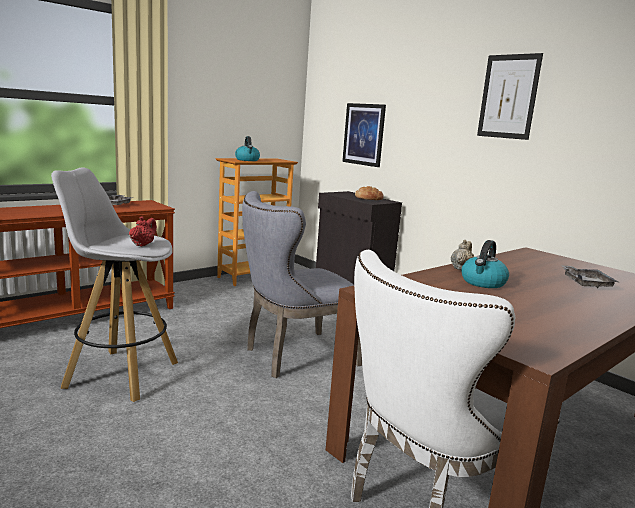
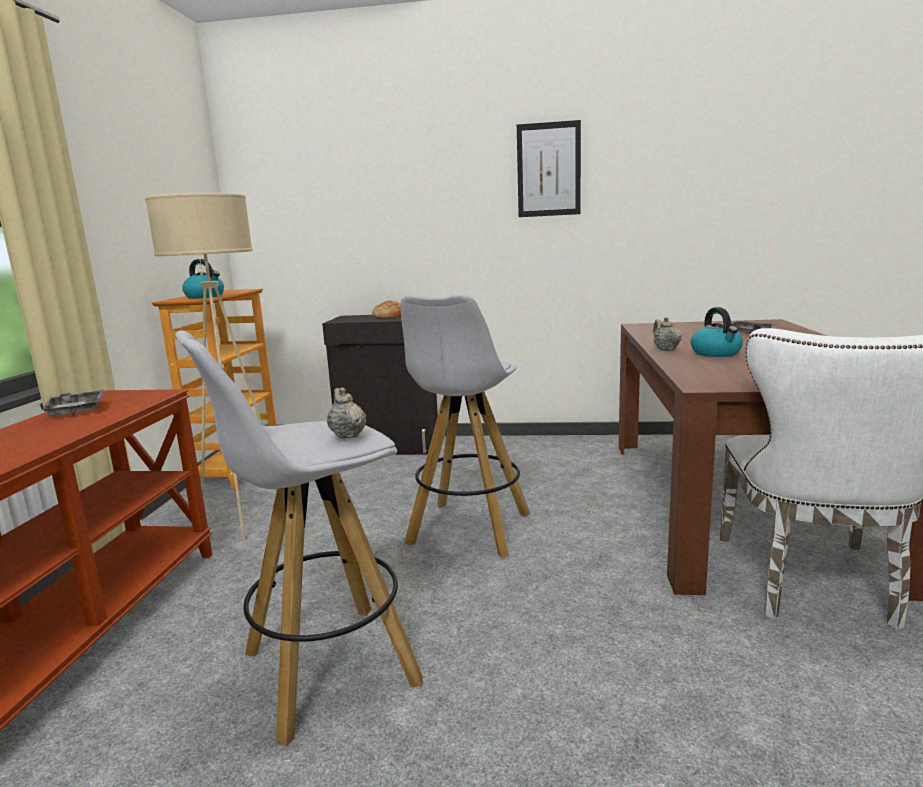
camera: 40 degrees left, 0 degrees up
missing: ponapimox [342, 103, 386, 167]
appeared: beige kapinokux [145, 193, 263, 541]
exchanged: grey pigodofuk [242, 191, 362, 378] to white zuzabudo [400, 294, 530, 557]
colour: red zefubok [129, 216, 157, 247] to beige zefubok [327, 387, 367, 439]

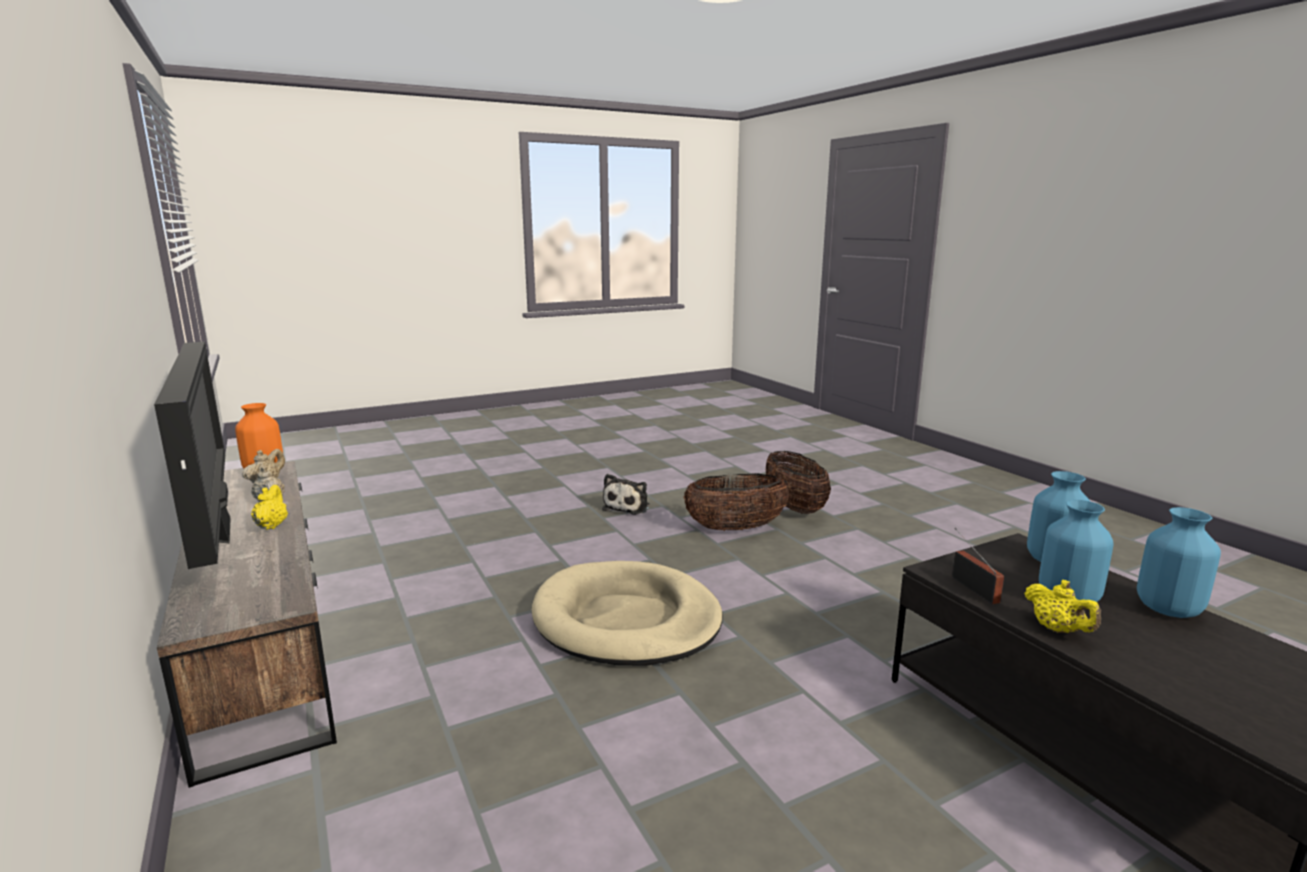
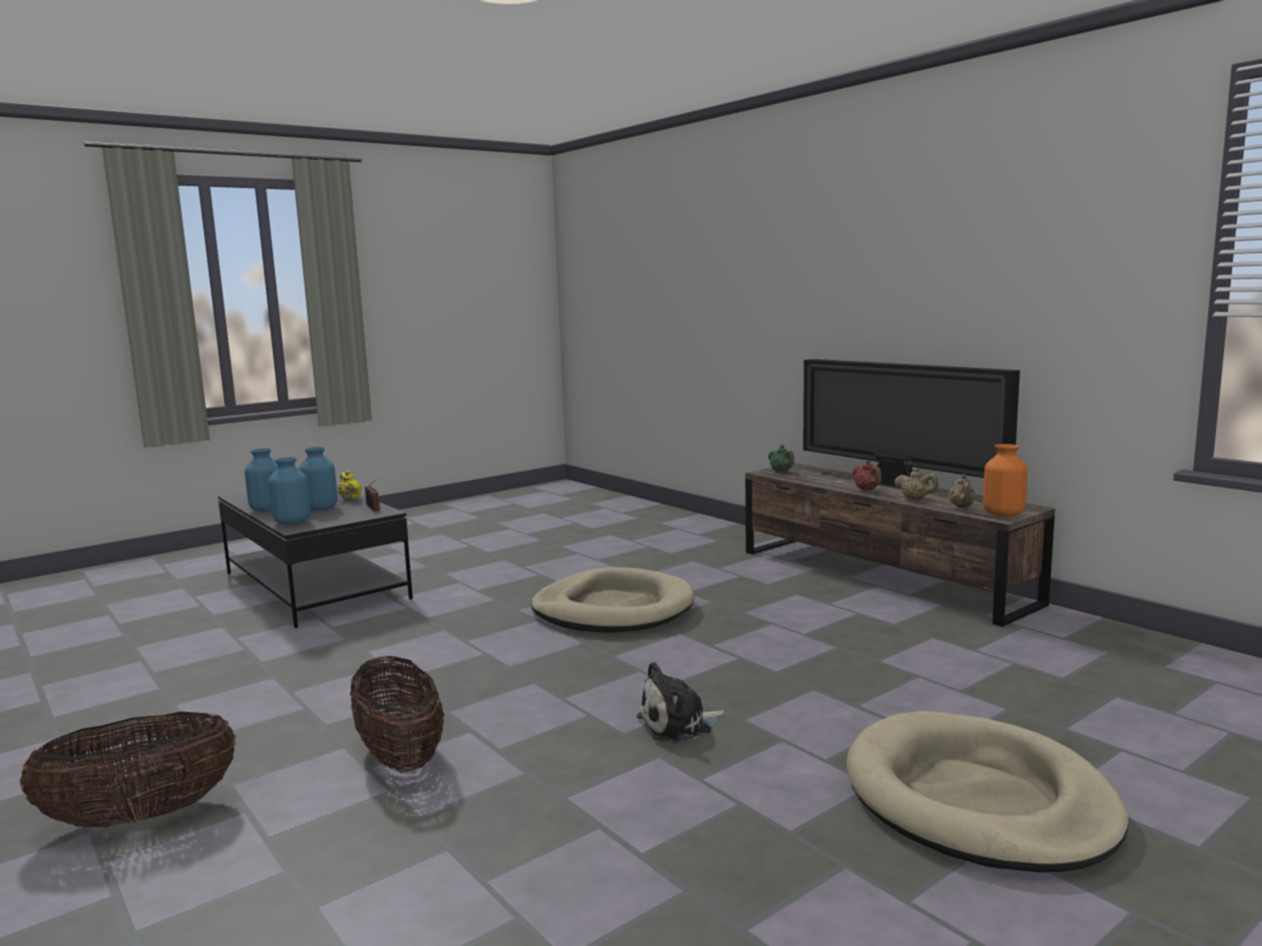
camera: 170 degrees right, 5 degrees down
appeared: green zefubok [768, 445, 794, 472]; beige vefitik [847, 711, 1129, 872]
relocated: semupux [683, 473, 789, 531] to [20, 712, 236, 827]
colour: yellow zefubok [251, 485, 288, 530] to red zefubok [853, 460, 882, 490]
spun: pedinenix [602, 474, 650, 515] = [637, 662, 725, 743] 120 degrees counterclockwise

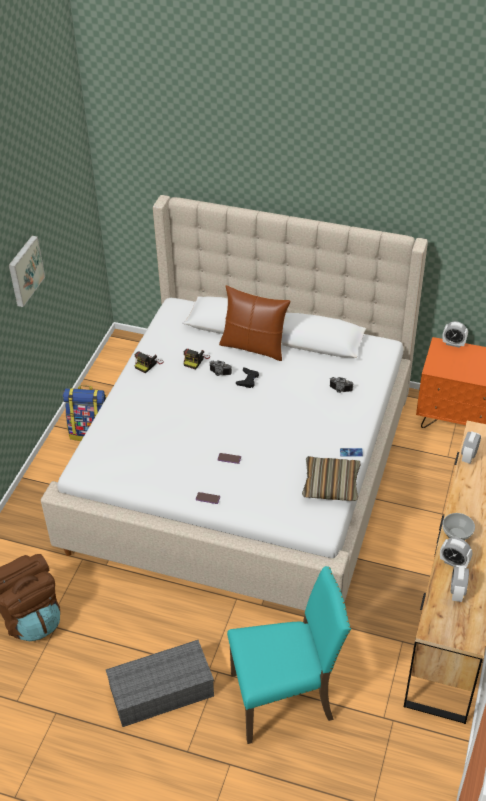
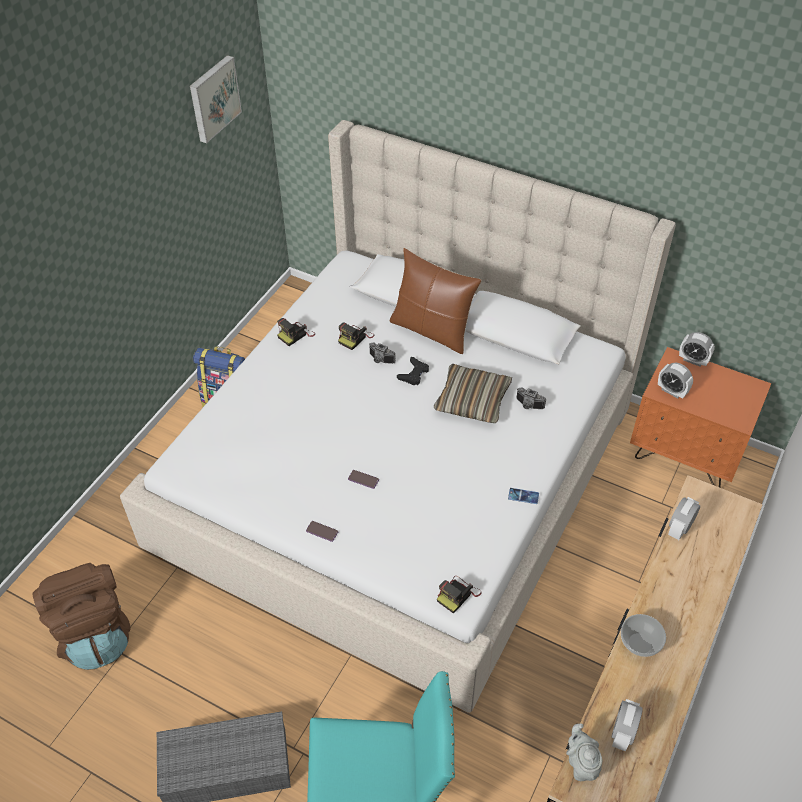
camera: 10 degrees right, 5 degrees up
appeared: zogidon [437, 576, 482, 613]; grey zefubok [566, 723, 602, 781]
relocated: ponapimox [9, 236, 45, 307] to [190, 55, 242, 143]; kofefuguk [302, 456, 361, 501] to [434, 364, 512, 423]; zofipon [440, 537, 473, 568] to [658, 363, 693, 398]

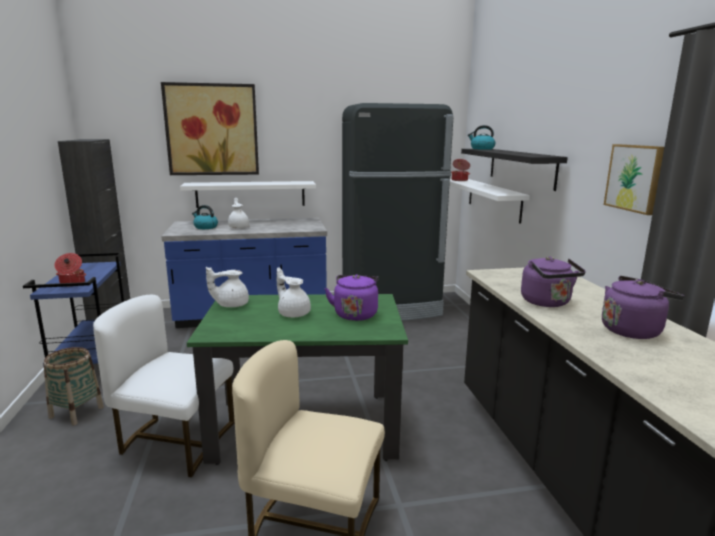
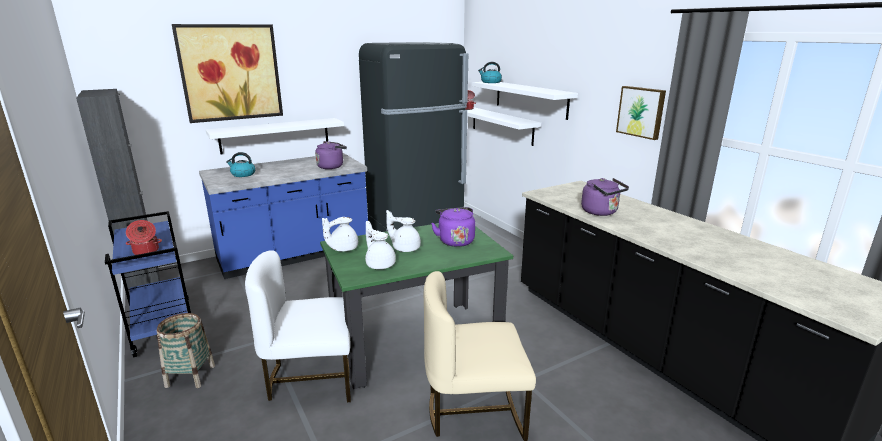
camera: 20 degrees left, 5 degrees up
relocated: white zefubok [228, 198, 249, 228] to [365, 221, 396, 269]; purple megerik [602, 276, 684, 339] to [315, 141, 347, 169]
colour: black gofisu [461, 149, 568, 191] to white gofisu [472, 82, 578, 120]

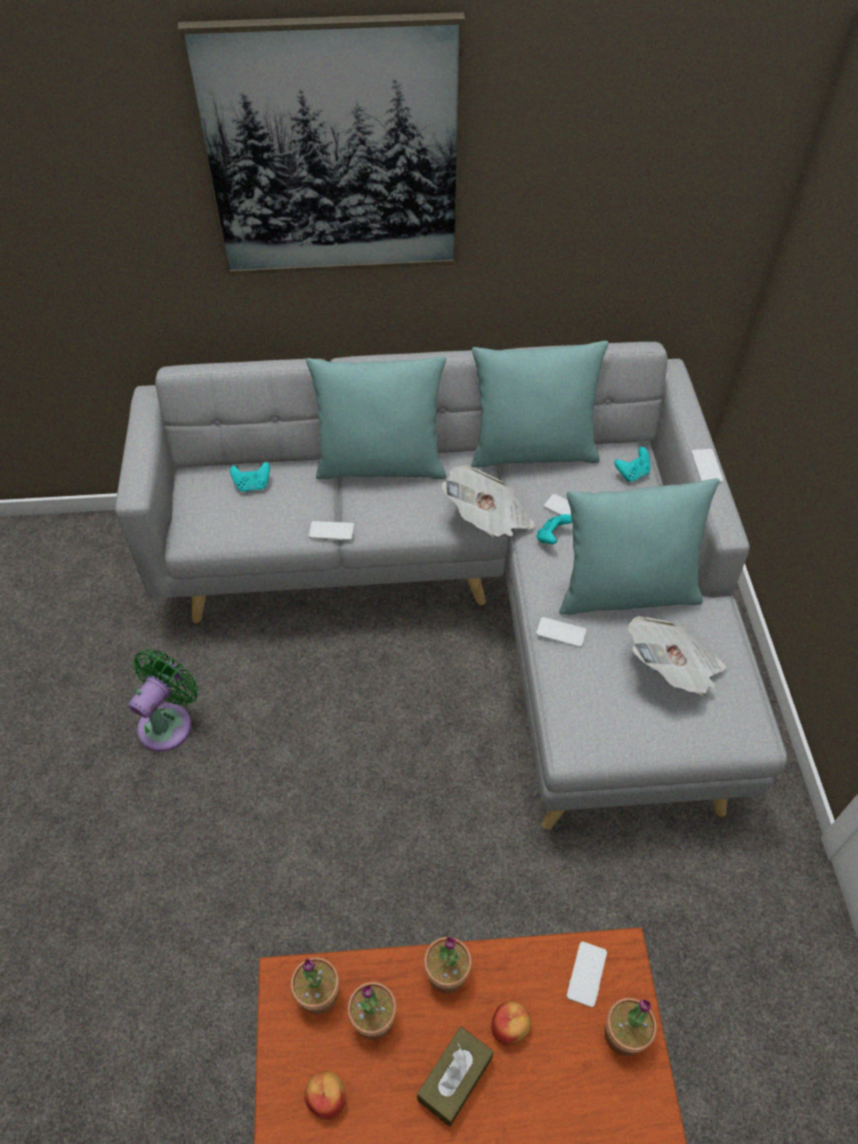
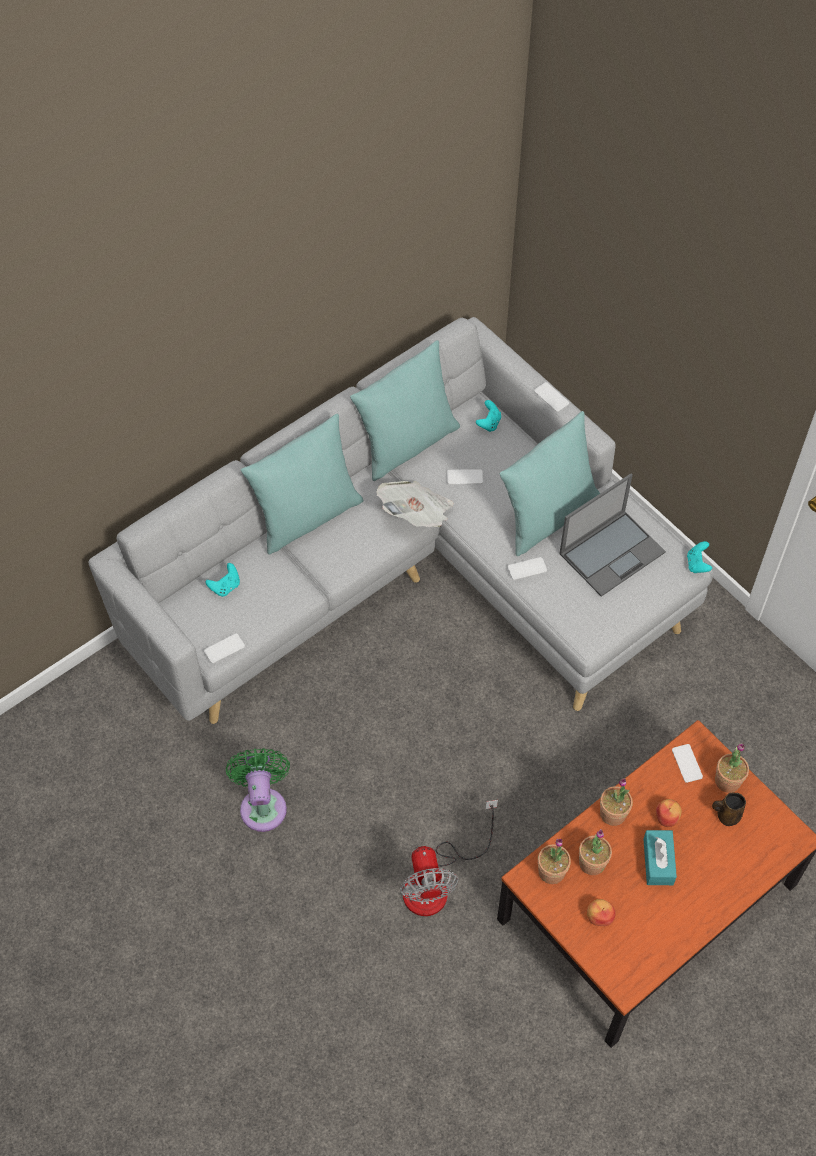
camera: 35 degrees left, 5 degrees up
missing: ponapimox [177, 12, 465, 275]
appeared: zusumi [400, 800, 498, 916]; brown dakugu [712, 793, 746, 826]
relocated: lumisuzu [309, 521, 354, 540] to [204, 634, 245, 664]; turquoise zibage [536, 514, 572, 544] to [687, 541, 712, 573]
exchanged: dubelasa [628, 616, 726, 695] to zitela [559, 474, 666, 597]
colour: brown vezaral [417, 1027, 494, 1126] to turquoise vezaral [643, 830, 677, 885]

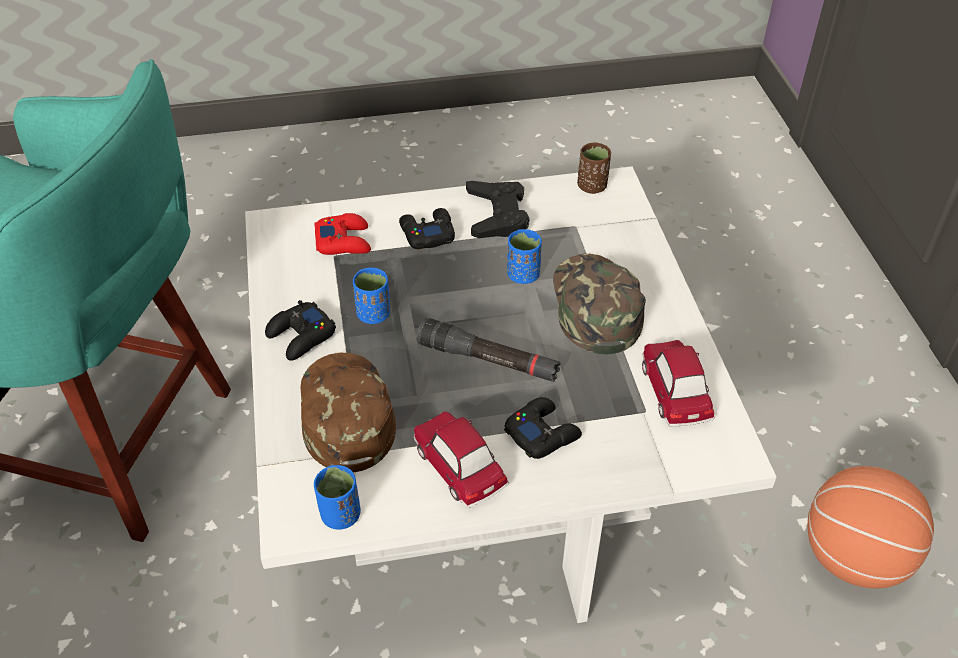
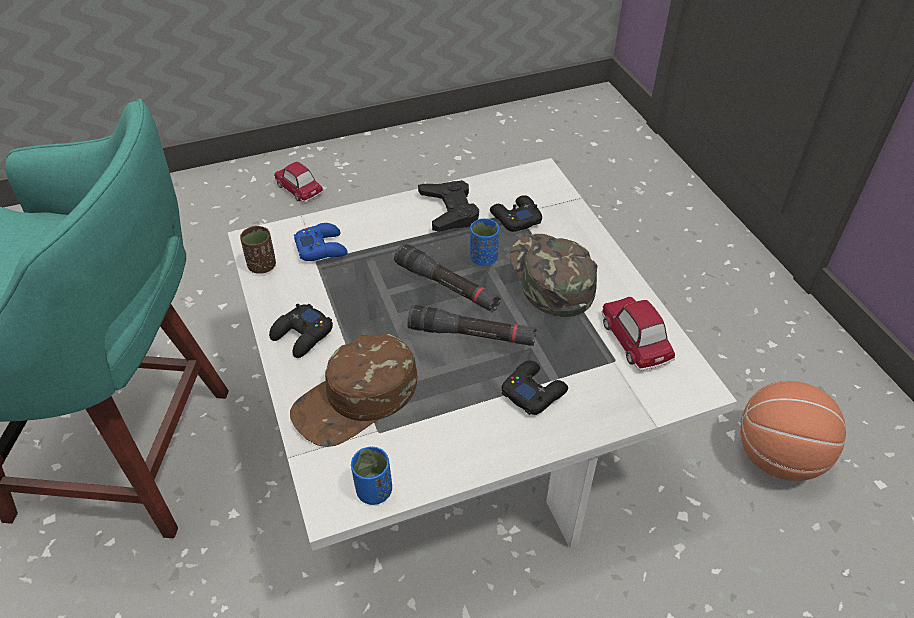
camera: 10 degrees left, 0 degrees up
missing: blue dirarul [353, 268, 390, 324]
appeared: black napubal [394, 243, 501, 312]
relocated: black zibage [399, 208, 455, 250] to [490, 195, 542, 232]; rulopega [414, 411, 509, 508] to [274, 162, 324, 202]; brown dirarul [577, 143, 611, 194] to [240, 226, 276, 274]
colour: red zibage [314, 213, 371, 255] to blue zibage [294, 223, 348, 261]
spun: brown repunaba [301, 352, 396, 472] = [290, 334, 417, 447] 105 degrees counterclockwise

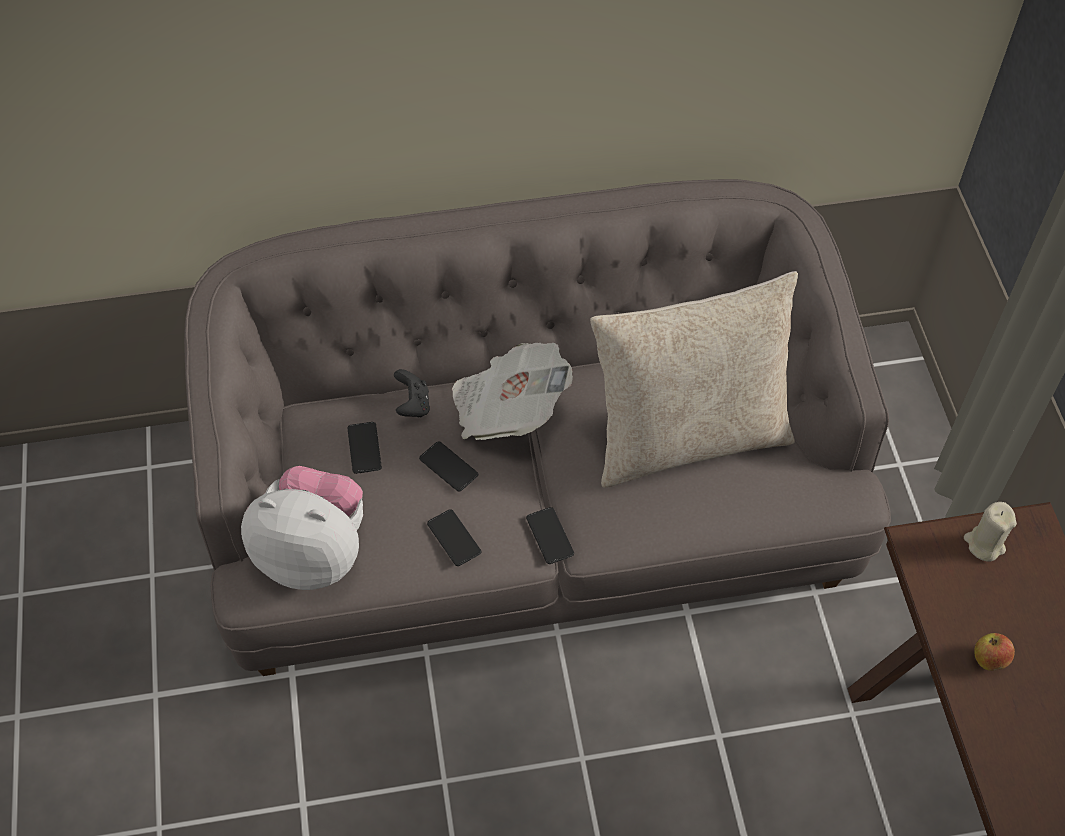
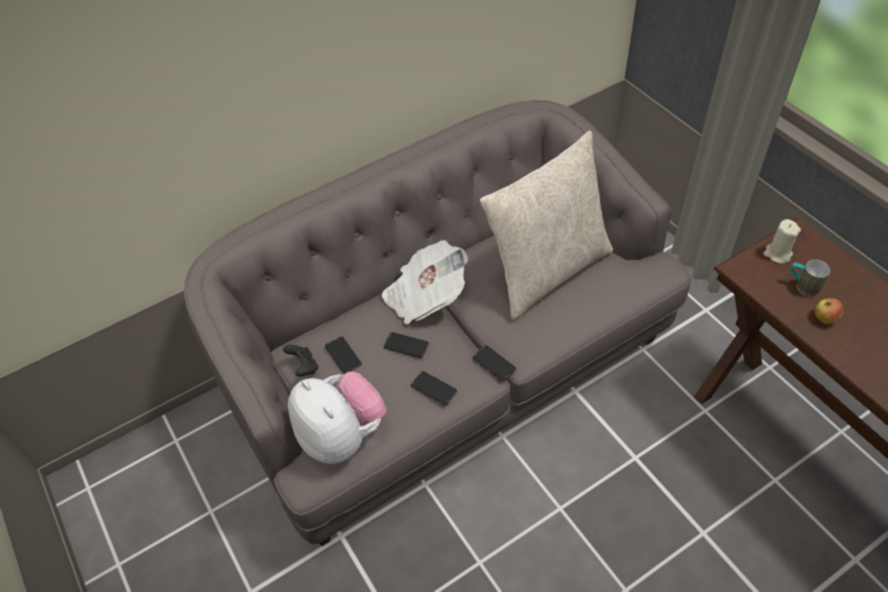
camera: 20 degrees left, 5 degrees down
appeared: dakugu [791, 259, 831, 297]
relocated: black zibage [394, 369, 430, 417] to [283, 345, 318, 377]
spun: pedinenix [241, 466, 363, 590] = [288, 372, 387, 464] 60 degrees clockwise

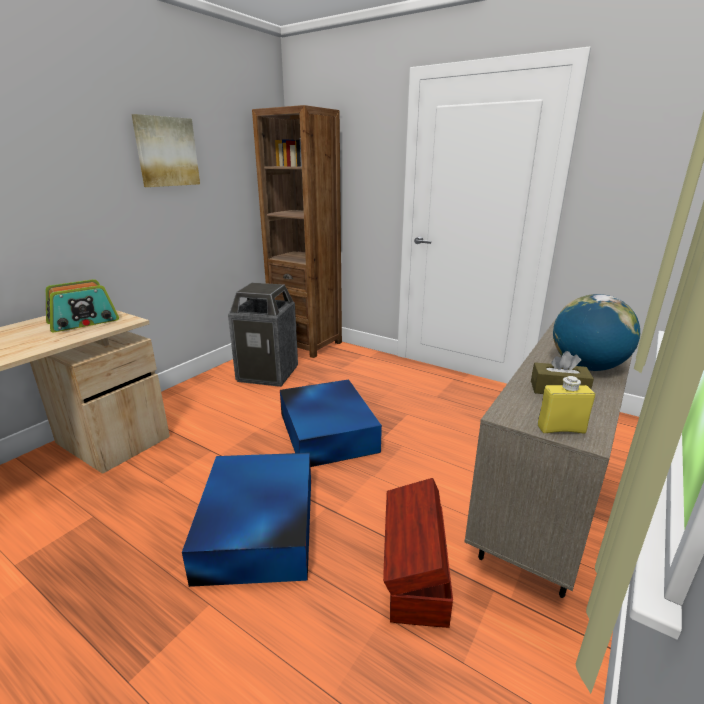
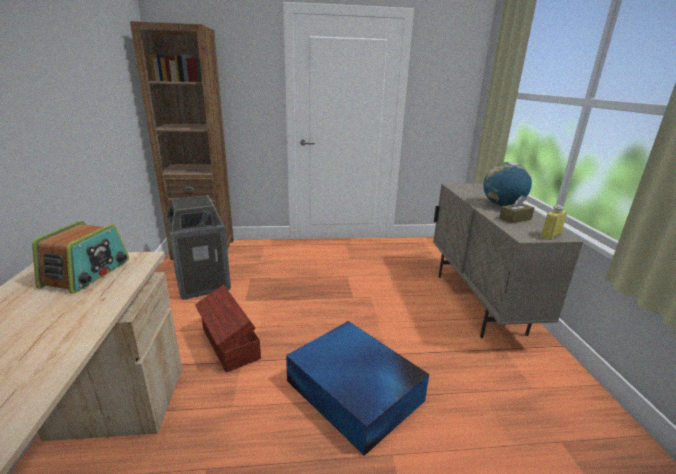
camera: 40 degrees left, 0 degrees up
missing: ponapimox [131, 114, 200, 187]; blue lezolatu [280, 379, 382, 467]
relocated: brown lezolatu [383, 478, 453, 628] to [195, 285, 261, 372]

